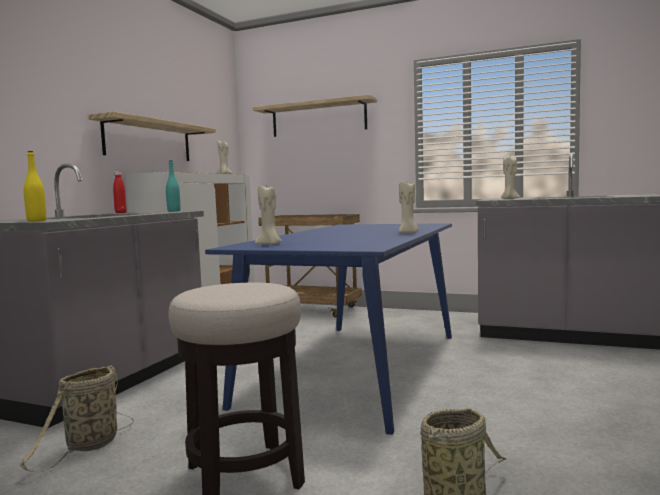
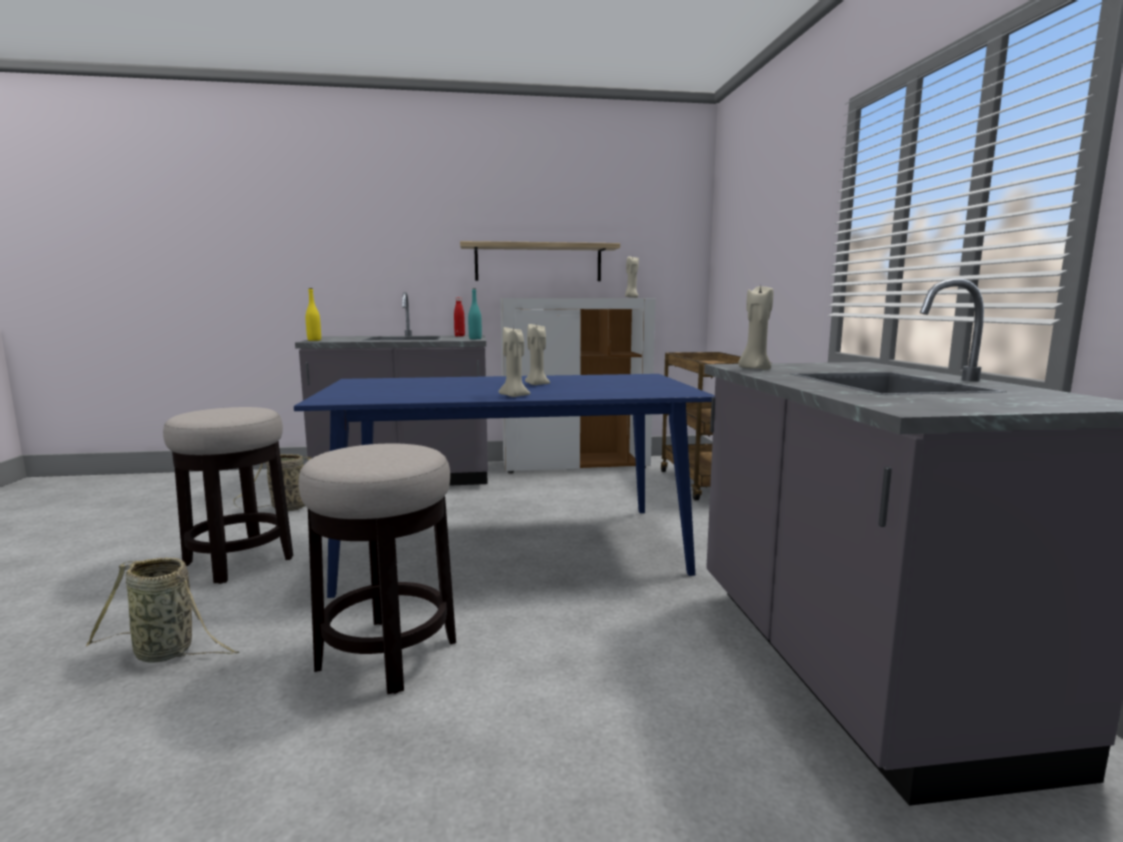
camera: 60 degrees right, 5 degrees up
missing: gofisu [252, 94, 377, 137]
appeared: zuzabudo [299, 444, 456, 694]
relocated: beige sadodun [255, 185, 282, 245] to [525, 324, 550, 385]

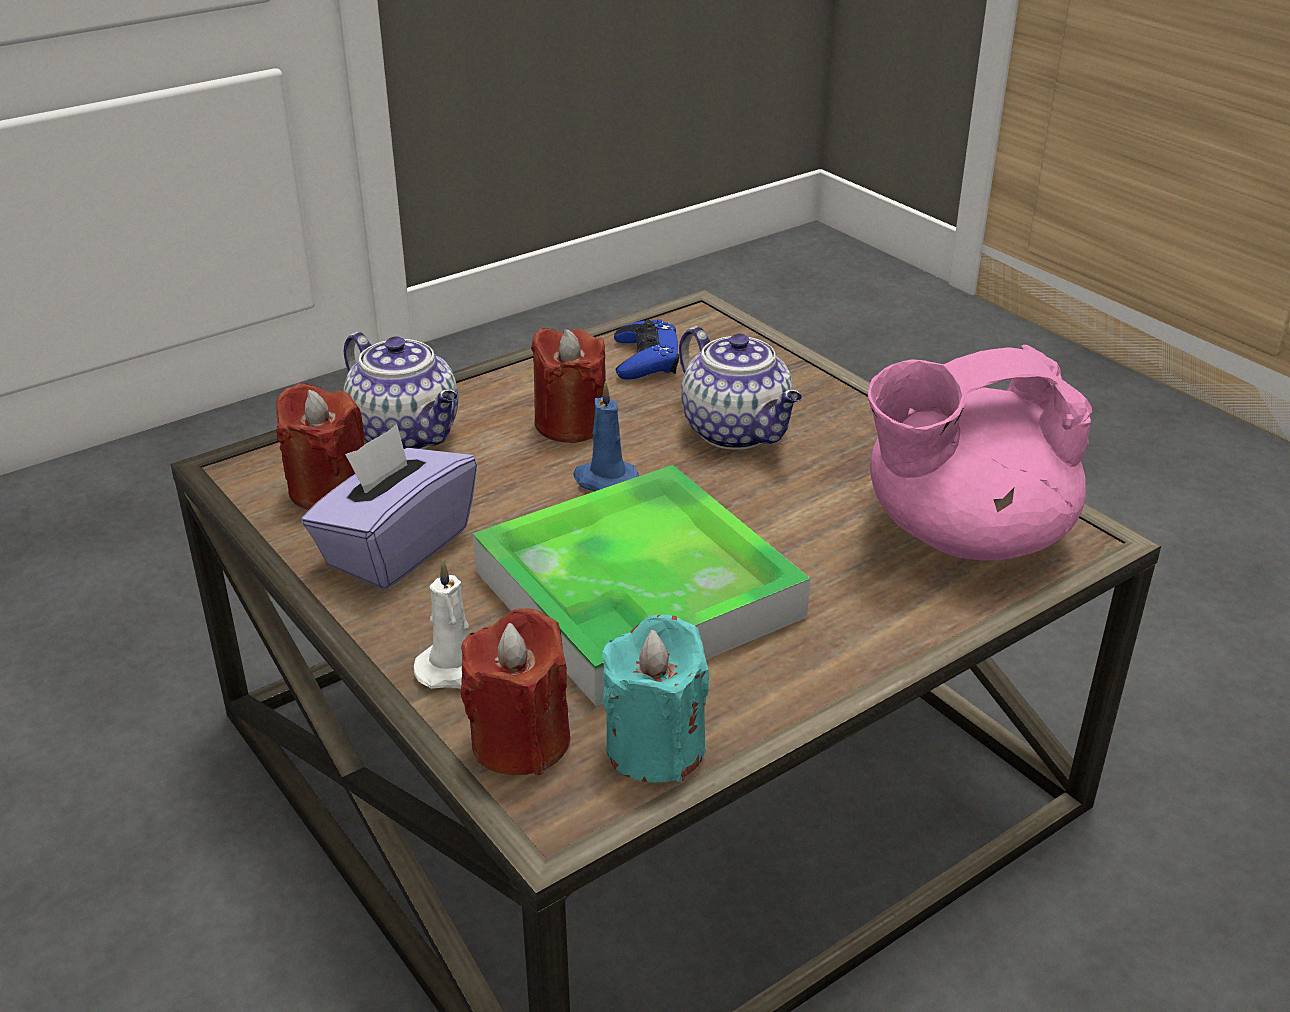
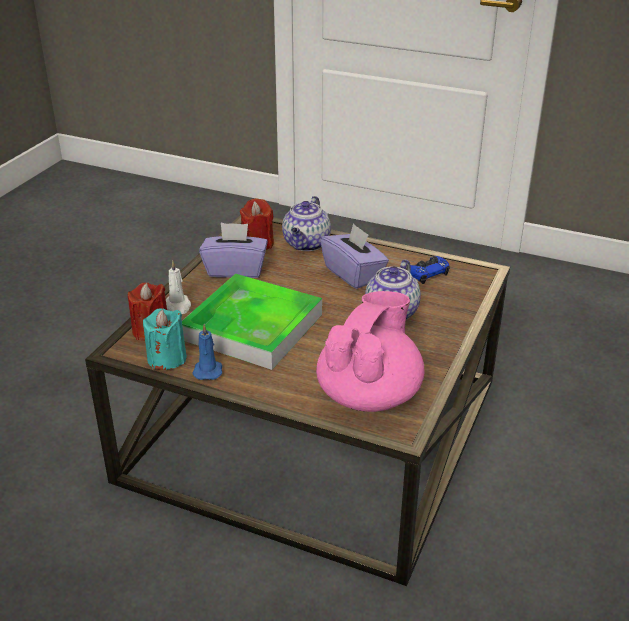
camera: 60 degrees right, 0 degrees up
relocated: blue sadodun [573, 381, 639, 492] to [192, 324, 222, 380]
exchanged: red sadodun [531, 328, 606, 443] to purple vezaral [320, 223, 389, 289]
spun: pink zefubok [868, 345, 1092, 561] = [316, 291, 424, 412] 75 degrees clockwise

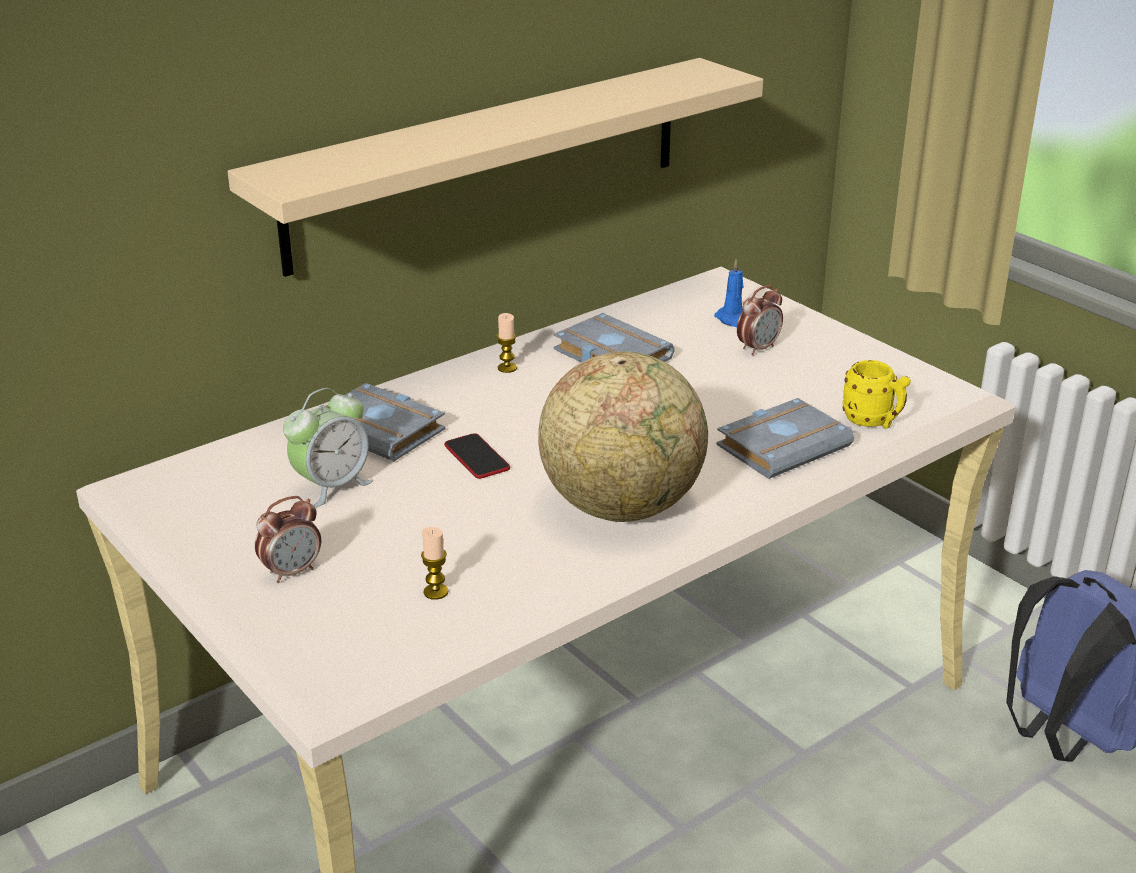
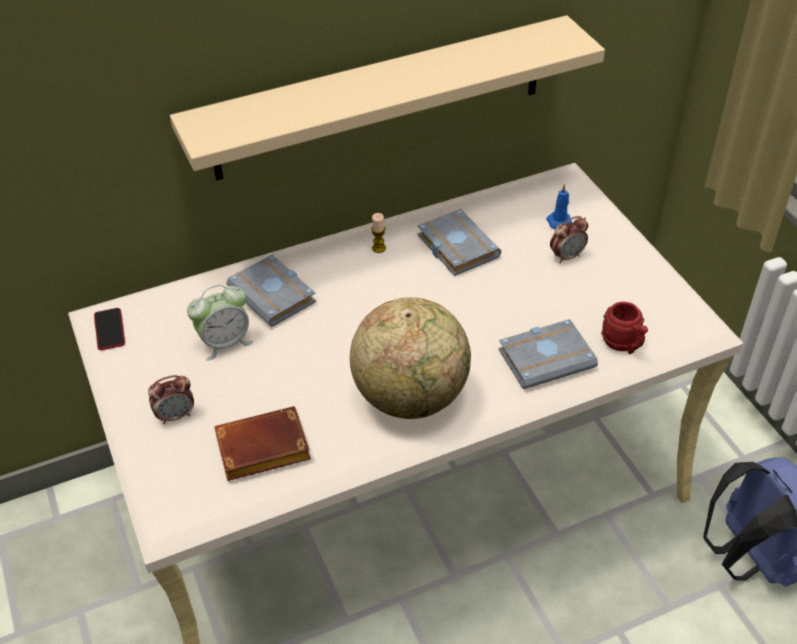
camera: 15 degrees right, 15 degrees up
relocated: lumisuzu [444, 433, 510, 479] to [94, 308, 125, 350]
exchanged: sadodun [421, 527, 448, 600] to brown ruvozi [214, 406, 311, 481]
colour: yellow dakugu [842, 360, 911, 429] to red dakugu [601, 302, 648, 354]

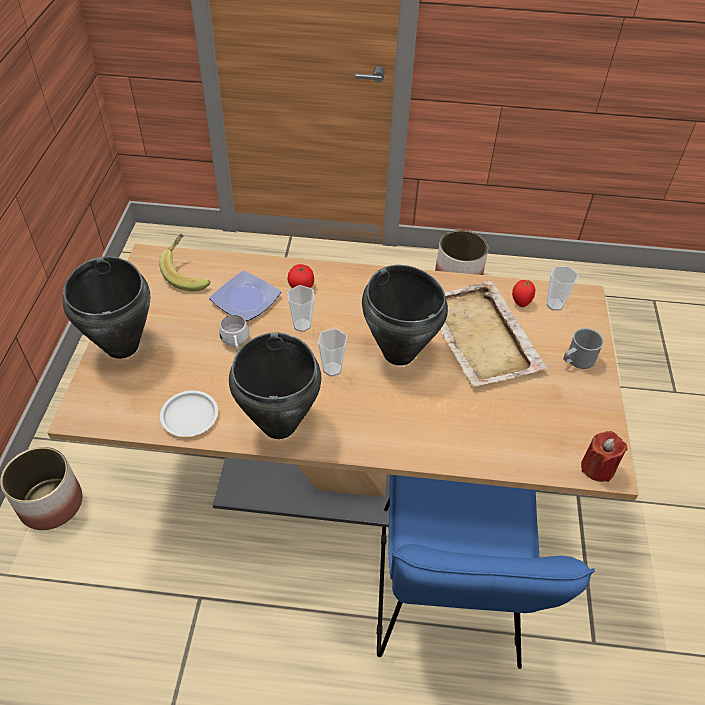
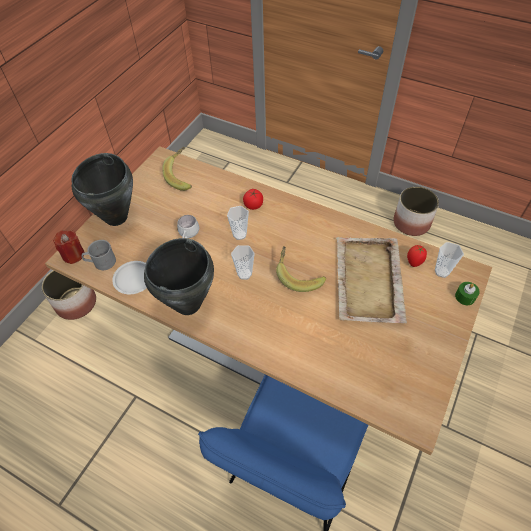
camera: 25 degrees right, 5 degrees up
missing: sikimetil [209, 270, 281, 321]
appeared: green sadodun [455, 282, 480, 305]
relocated: grey dakugu [563, 328, 604, 369] to [82, 240, 116, 270]; red sadodun [581, 431, 627, 482] to [53, 231, 85, 264]
exchanged: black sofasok [362, 265, 448, 366] to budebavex [276, 246, 326, 292]

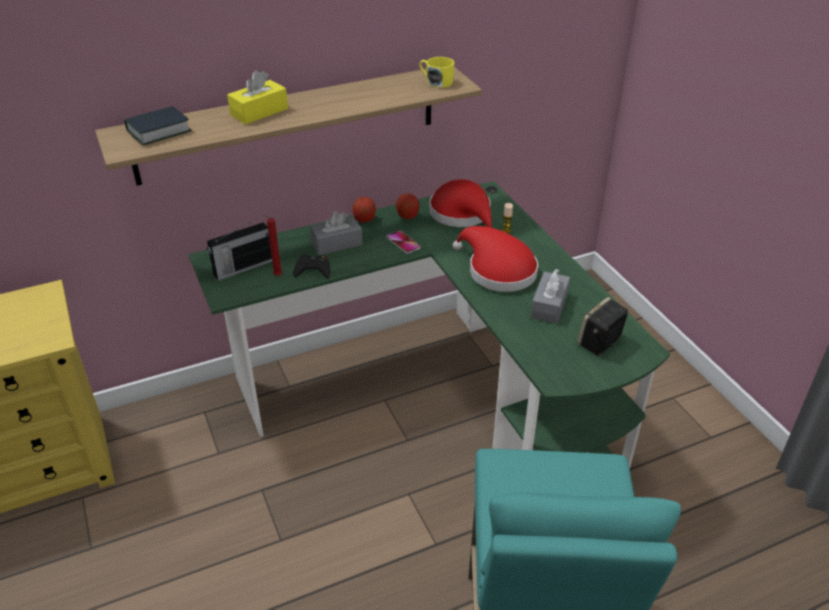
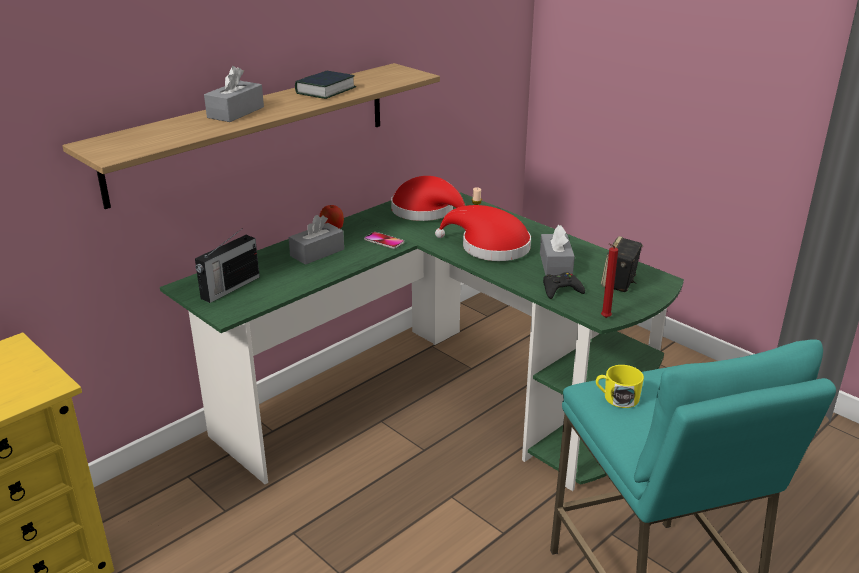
camera: 20 degrees left, 10 degrees down
missing: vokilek [396, 193, 419, 219]
relocated: ruvozi [124, 106, 192, 145] to [295, 71, 356, 99]; red sadodun [262, 215, 282, 276] to [601, 243, 618, 318]; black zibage [293, 254, 330, 279] to [543, 272, 585, 299]; yellow dakugu [419, 57, 454, 88] to [596, 365, 644, 408]
colour: yellow vezaral [227, 70, 288, 125] to grey vezaral [204, 66, 264, 122]

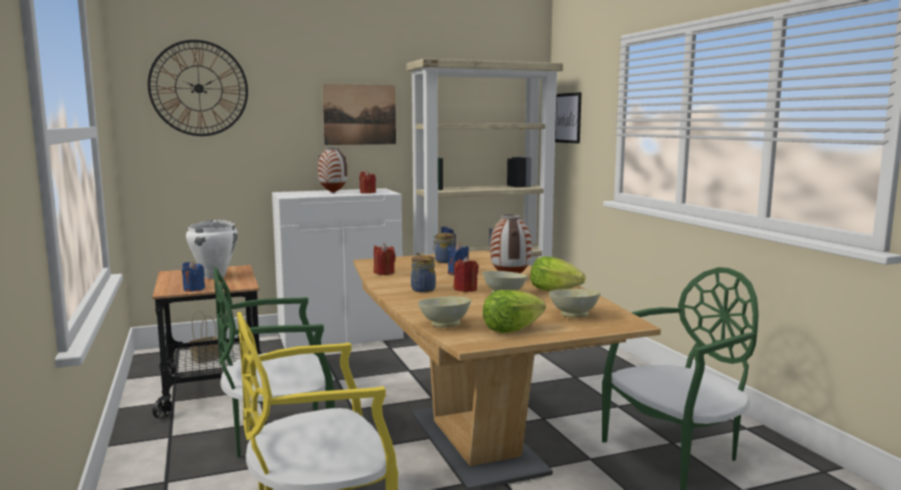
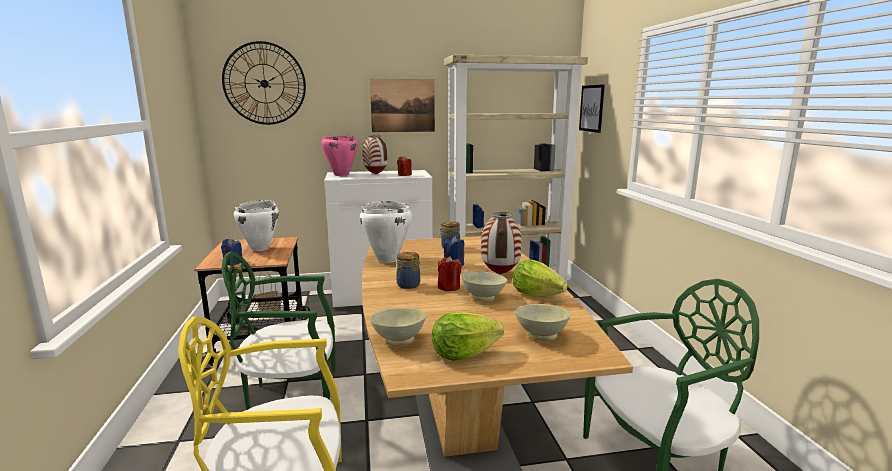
camera: 10 degrees right, 5 degrees up
appeared: pink sofasok [321, 136, 358, 176]
exchanged: red sadodun [374, 243, 396, 275] to white sofasok [360, 201, 412, 263]

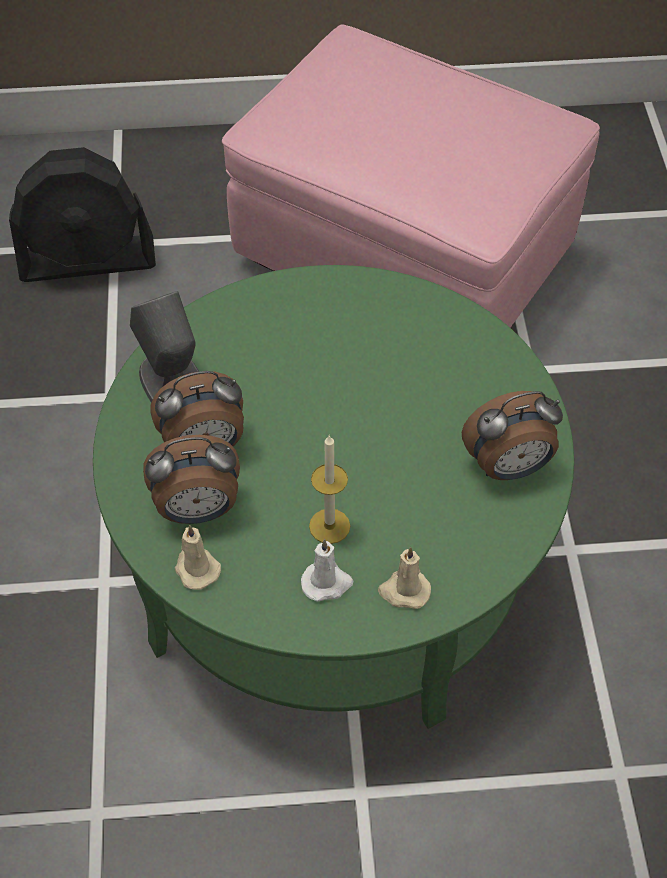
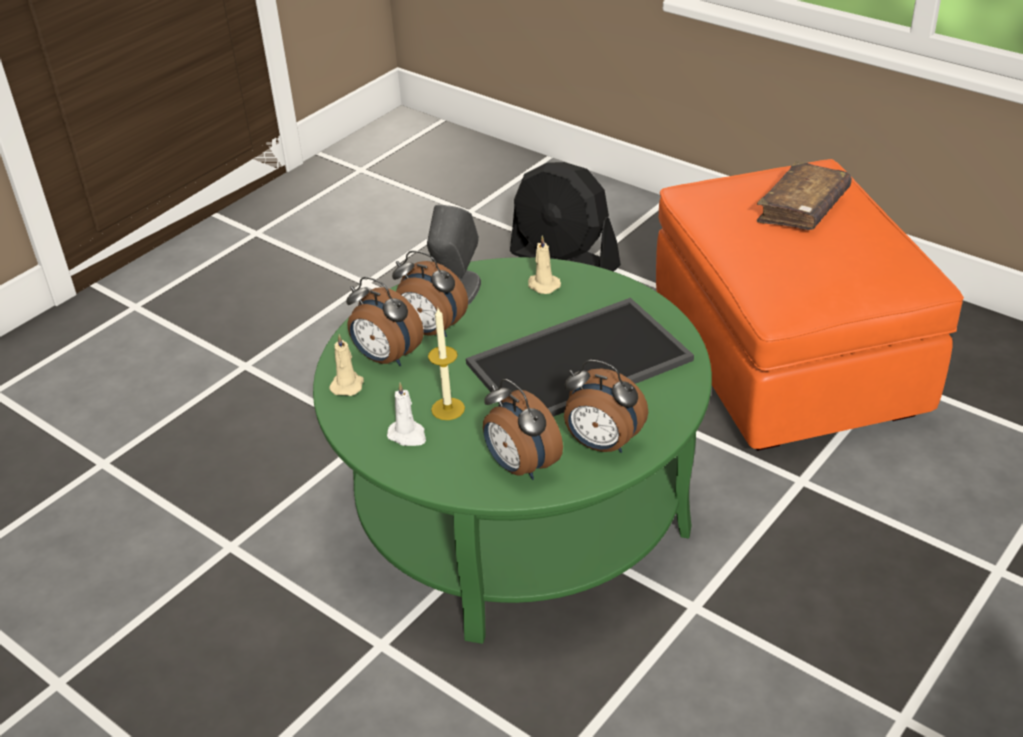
camera: 45 degrees right, 15 degrees down
appeared: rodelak [466, 298, 694, 417]; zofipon [483, 379, 563, 480]; brown ruvozi [757, 161, 852, 230]
relocated: beige sadodun [378, 547, 431, 609] to [528, 235, 561, 294]
colour: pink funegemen [222, 24, 600, 328] to orange funegemen [656, 159, 964, 451]

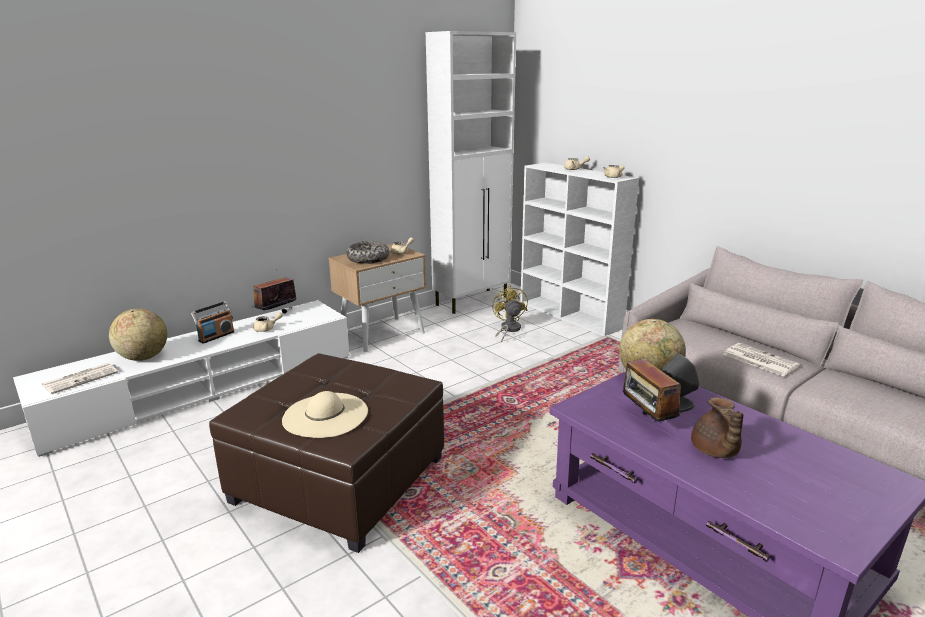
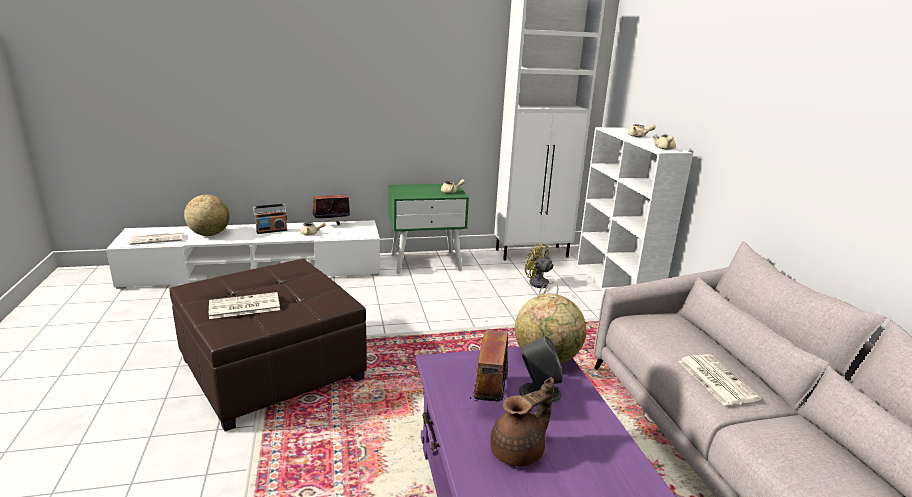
camera: 25 degrees right, 0 degrees up
missing: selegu [346, 241, 389, 264]
exchanged: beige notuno [282, 391, 368, 438] to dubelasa [209, 292, 280, 319]
colour: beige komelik [328, 244, 426, 352] to green komelik [388, 184, 469, 274]
spun: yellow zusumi [492, 286, 528, 342] = [525, 243, 558, 295] 60 degrees counterclockwise; brown zefubok [691, 398, 743, 458] = [490, 377, 554, 467] 150 degrees counterclockwise

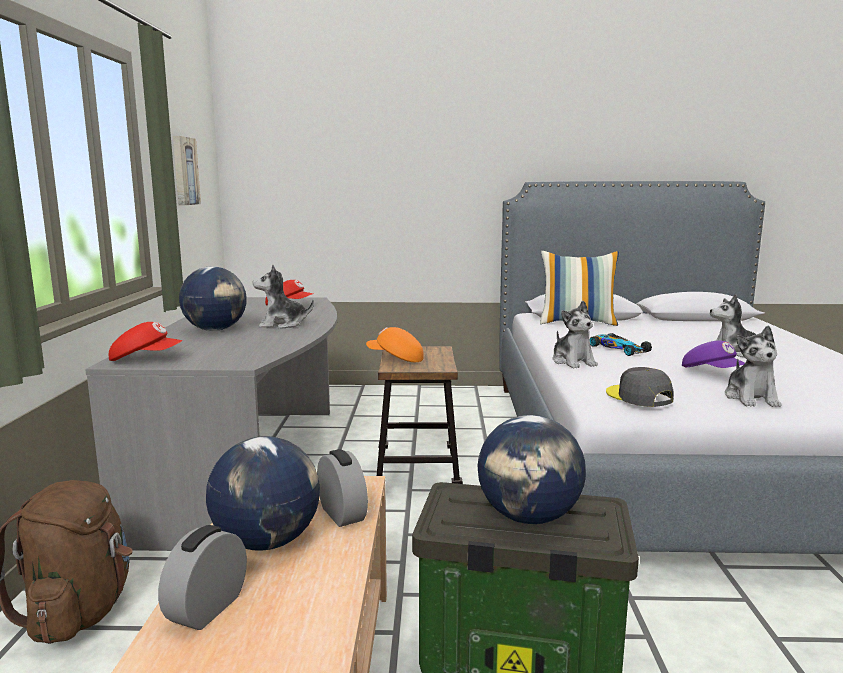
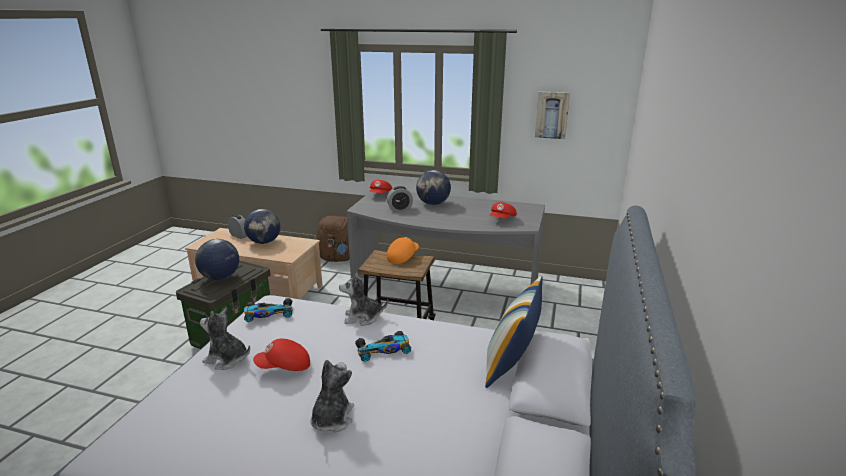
camera: 105 degrees right, 10 degrees up
missing: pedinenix [253, 264, 314, 329]
relocated: zofipon [317, 449, 368, 527] to [387, 186, 413, 211]
exchanged: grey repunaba [606, 367, 673, 407] to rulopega [244, 298, 293, 322]
colour: purple repunaba [682, 340, 745, 368] to red repunaba [253, 339, 310, 371]

